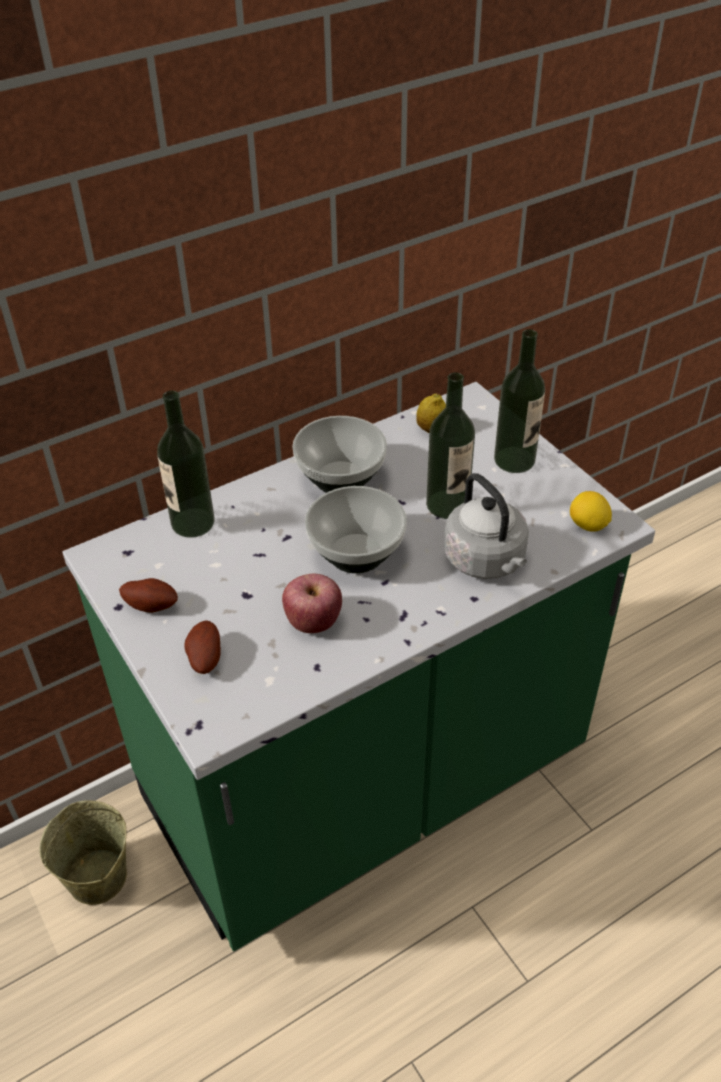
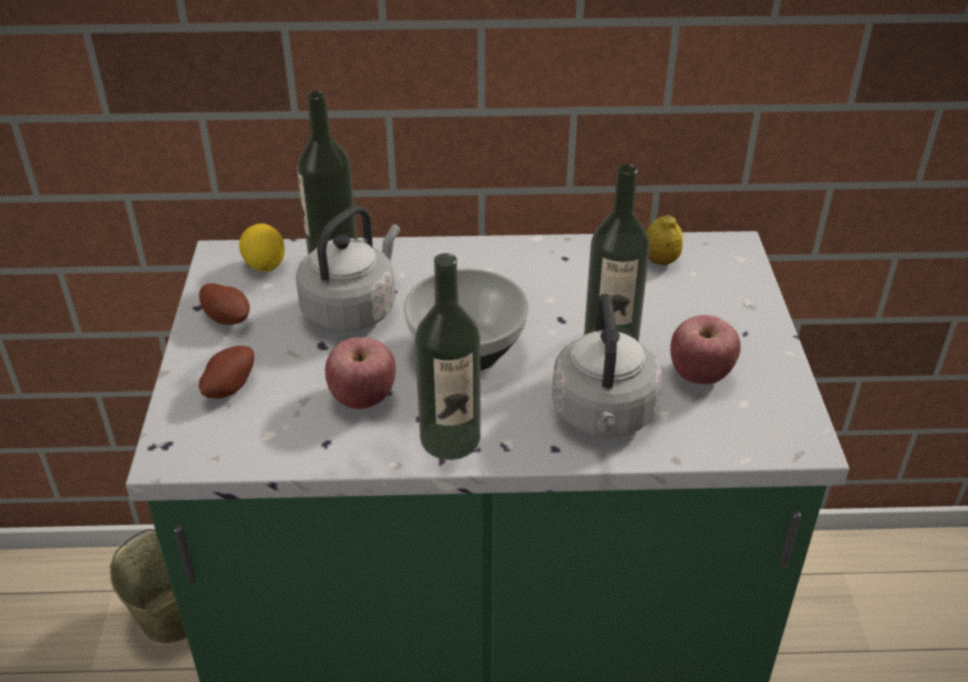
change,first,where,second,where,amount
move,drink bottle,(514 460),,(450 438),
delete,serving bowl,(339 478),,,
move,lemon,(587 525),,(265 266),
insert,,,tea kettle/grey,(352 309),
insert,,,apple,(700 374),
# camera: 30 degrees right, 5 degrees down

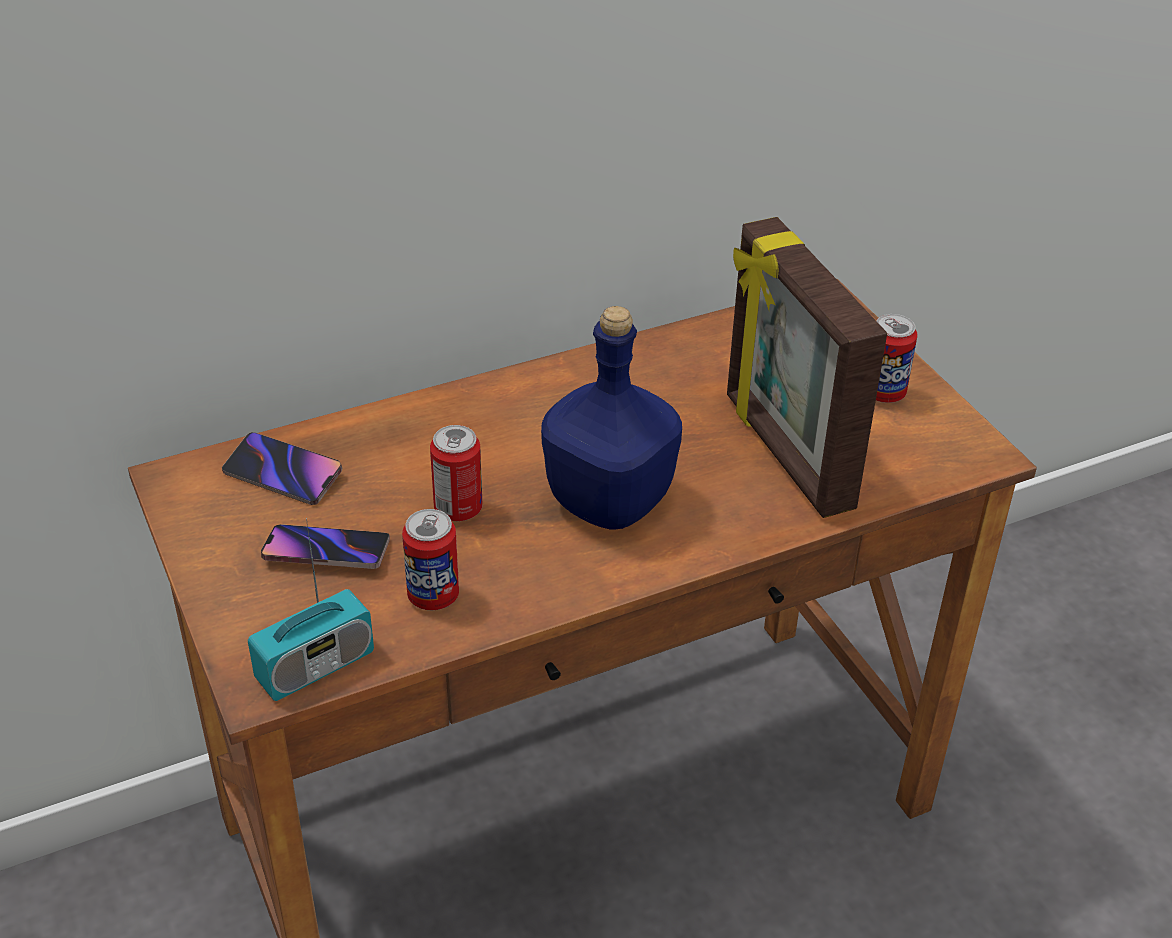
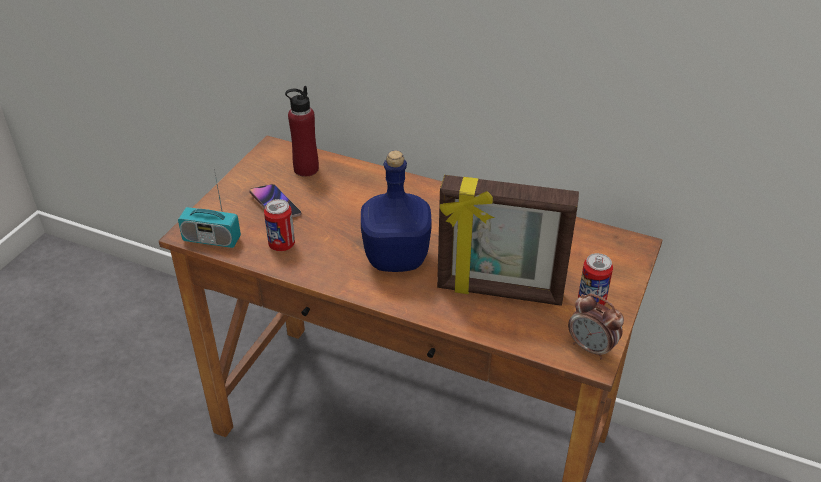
change,first,where,second,where,amount
rotate,photo frame,(785 453),,(499 292),105 degrees counterclockwise
delete,sealed can,(458 509),,,
replace,telephone,(283 473),drink bottle/reddish,(306 169),
insert,,,table clock,(591 348),
# camera: 50 degrees right, 0 degrees up

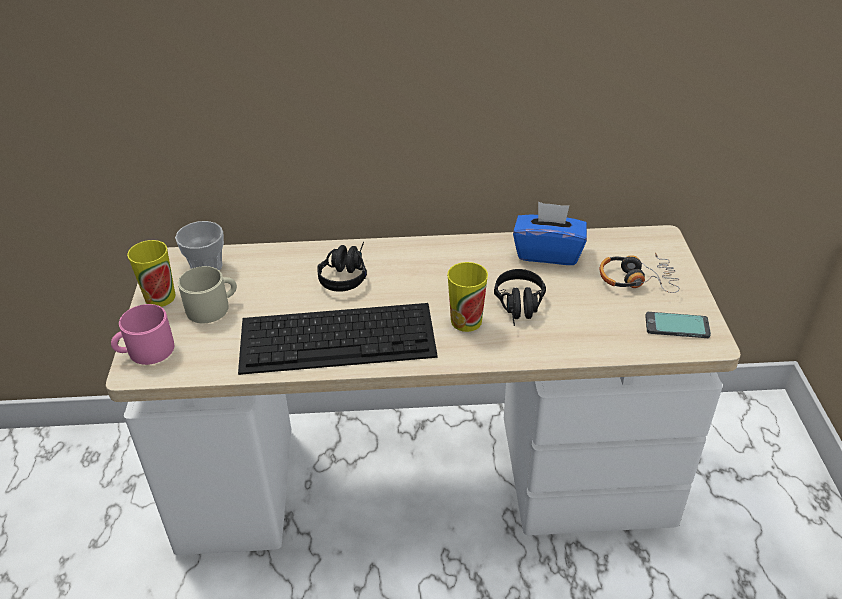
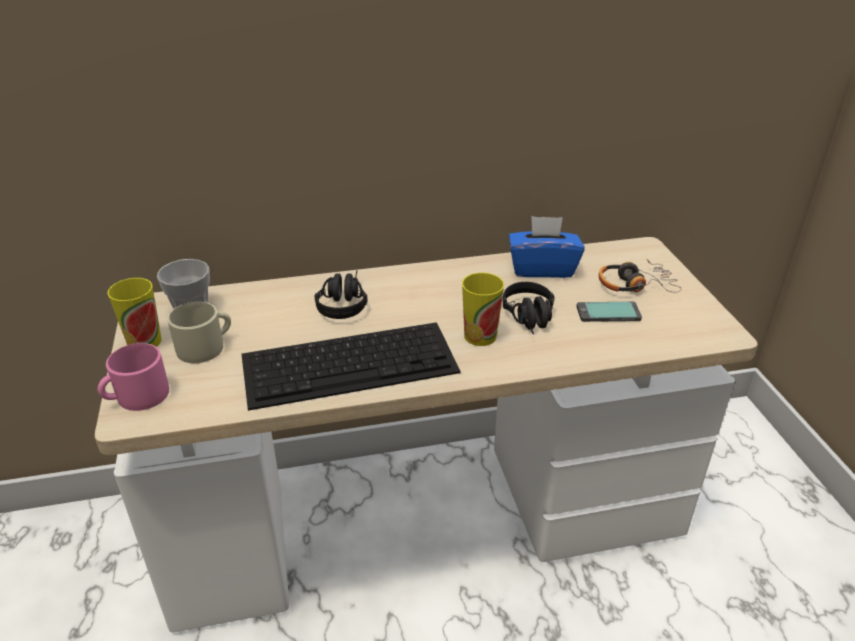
change,first,where,second,where,amount
move,telephone,(677 326),,(608 313),
# camera: 10 degrees left, 5 degrees down

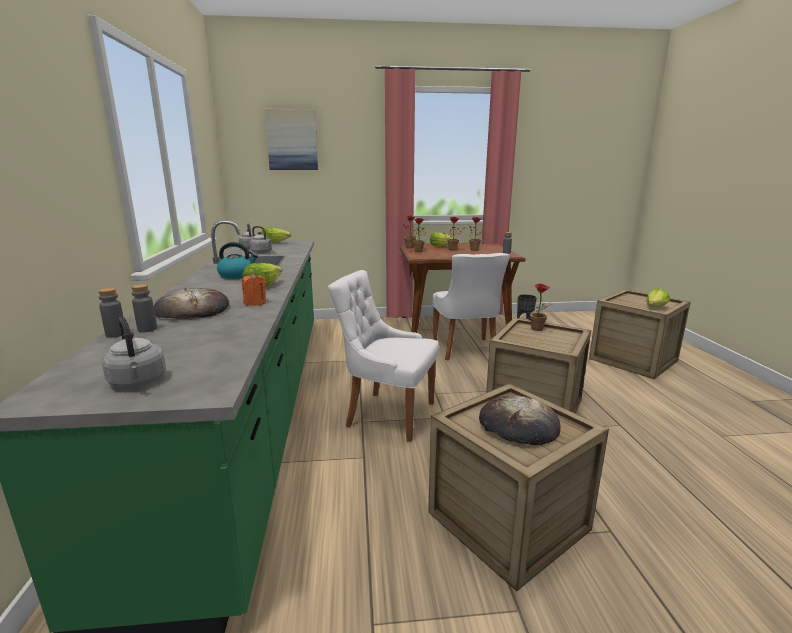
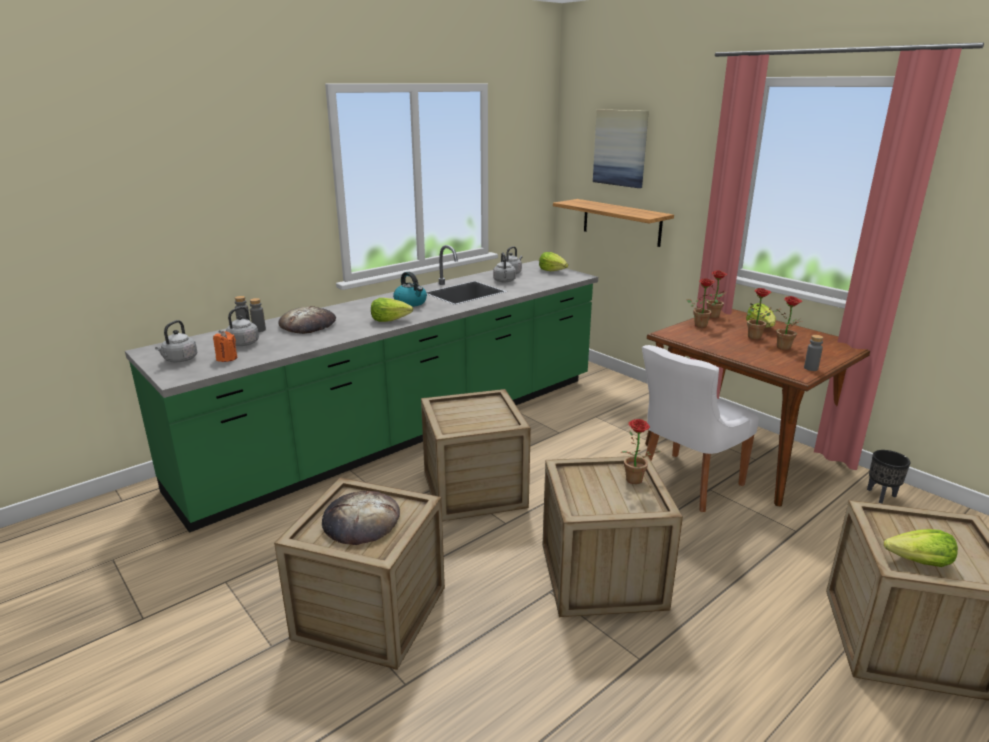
change,first,where,second,where,amount
replace,upright chair/white,(387 414),crate,(474 490),
move,wax light/orange,(255 303),,(227 358),
insert,,,shelf,(621 222),
insert,,,tea kettle/grey,(242 344),
# camera: 55 degrees right, 5 degrees up

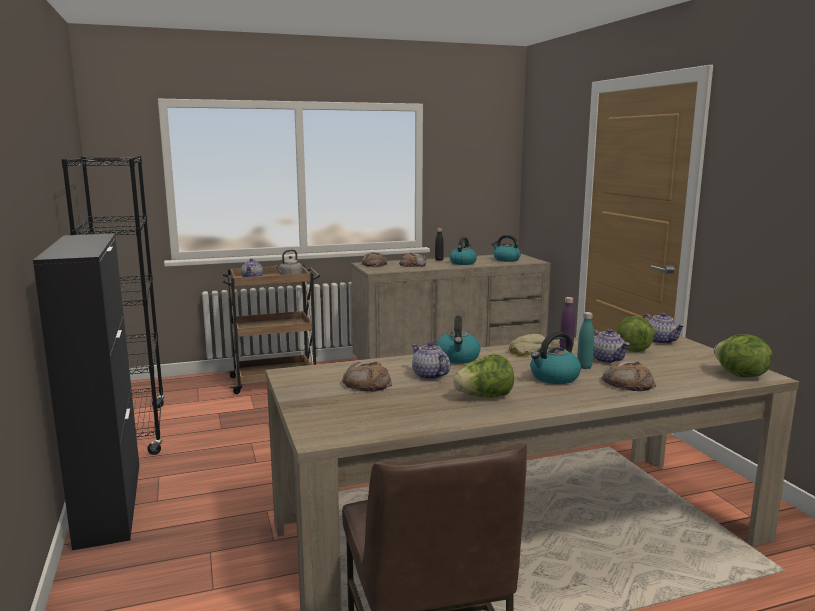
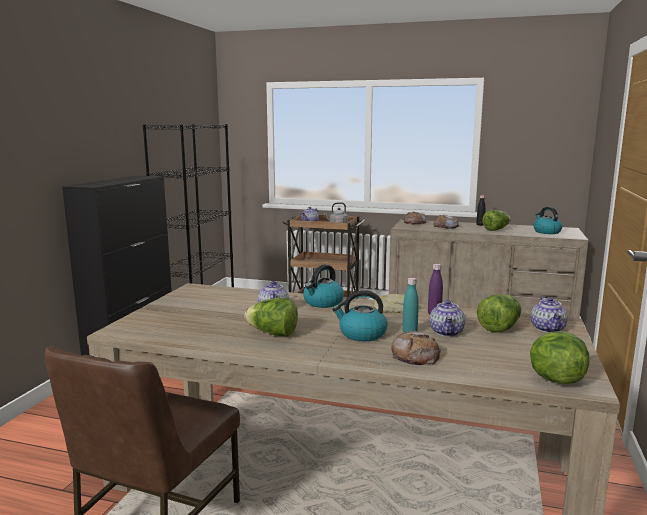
change,first,where,second,where,amount
replace,tea kettle,(463 263),head of lettuce,(496 229),
delete,baked bread,(367 384),,,
# camera: 35 degrees right, 0 degrees up

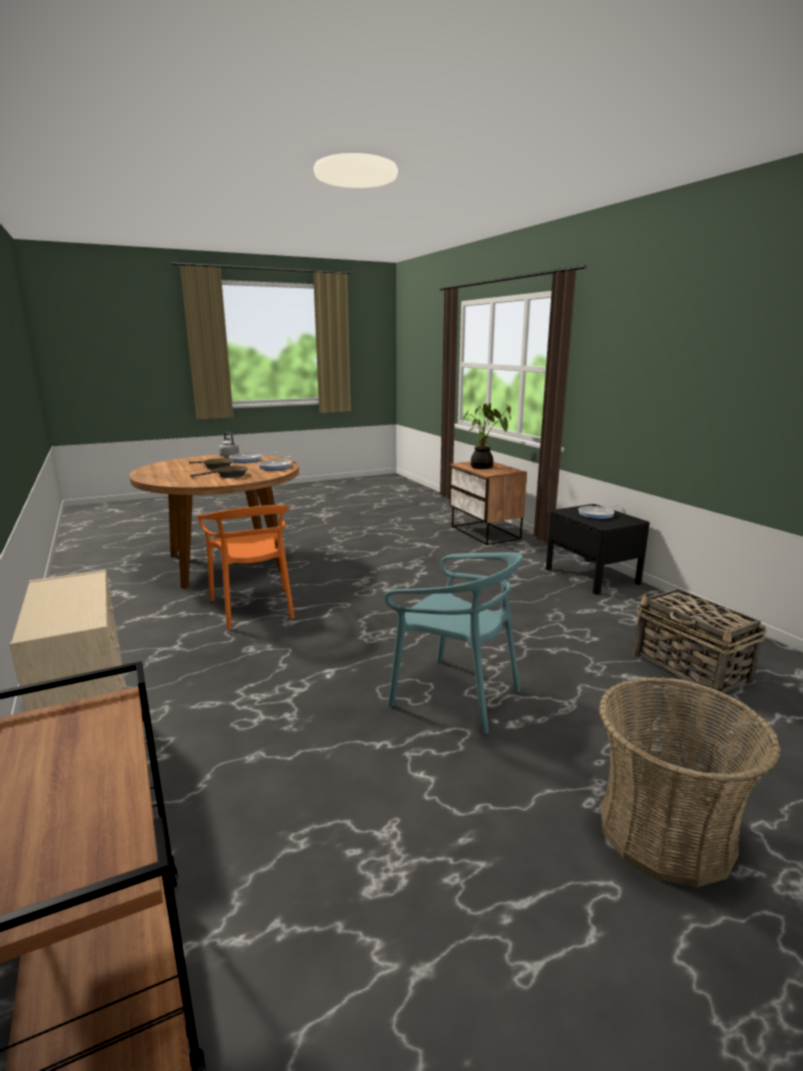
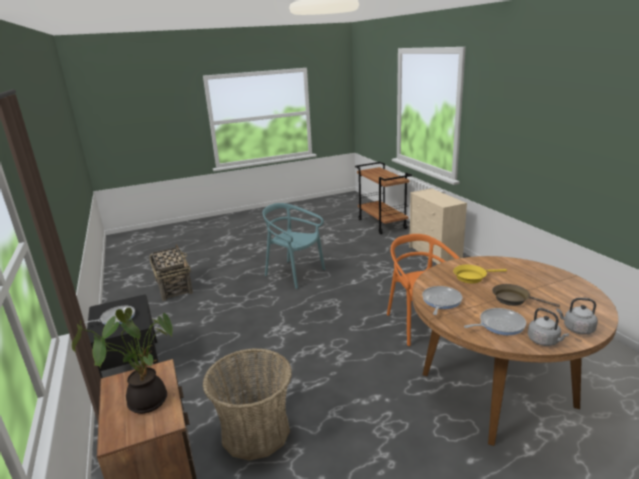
change,first,where,second,where,amount
recolor,frying pan/brown-coloured,(229 475),frying pan/yellowish,(472 277),
move,basket,(665 832),,(256 431),
insert,,,tea kettle/grey,(576 329),
# camera: 175 degrees left, 5 degrees up

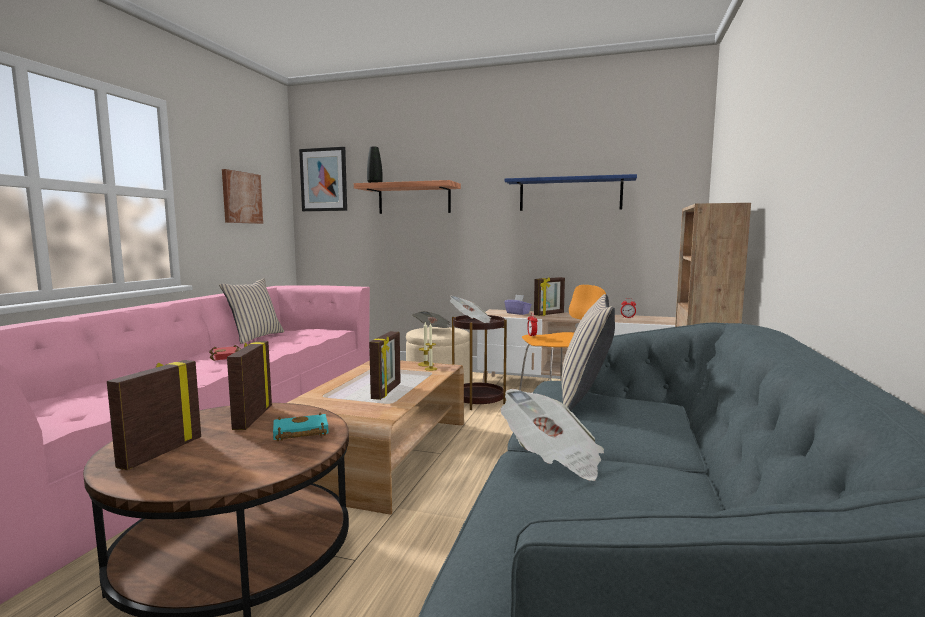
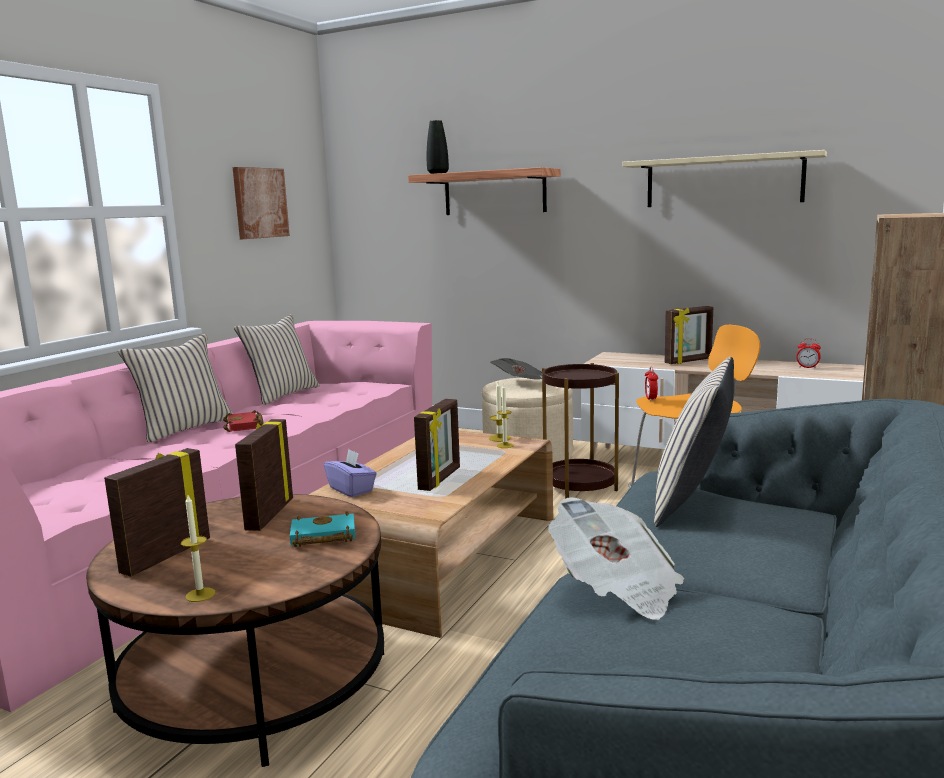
change,first,where,second,where,amount
delete,wall art,(324 179),,,
recolor,shelf/blue-coloured,(570 194),shelf/sand-coloured,(723 181),
move,tissue box/purple-coloured,(518 313),,(351 489),
delete,daily paper,(471 321),,,
insert,,,throw pillow/sand-coloured,(184 428),
insert,,,wax light,(200 595),
# camera: 10 degrees right, 5 degrees up

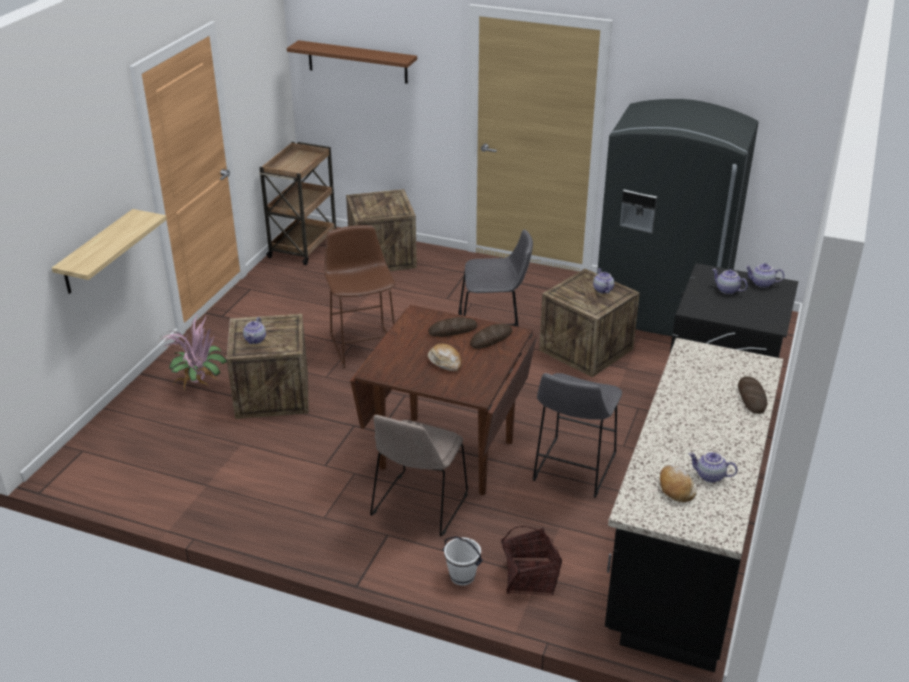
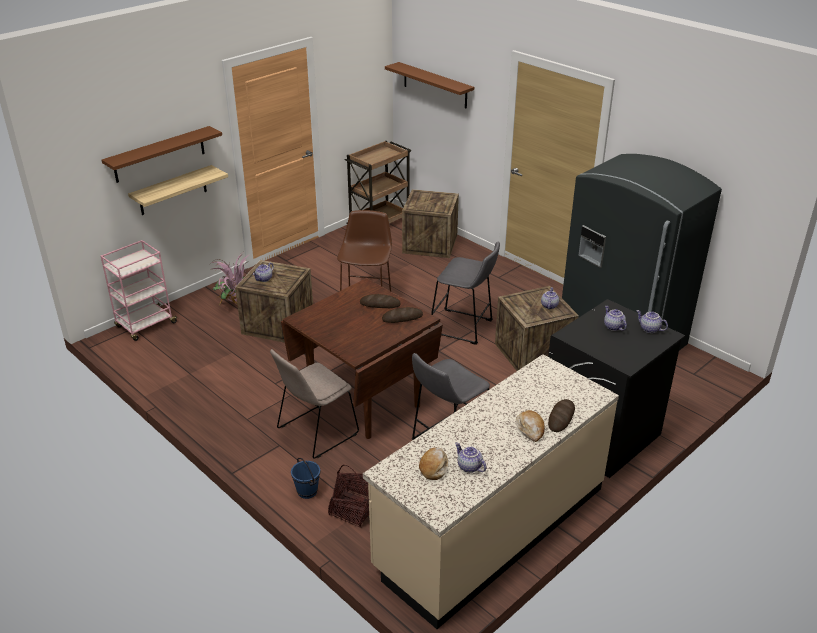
change,first,where,second,where,amount
recolor,counter/black-coloured,(685 547),counter/sand-coloured,(490 528),
move,baked bread,(445 362),,(530 429),
recolor,bucket/white,(462 577),bucket/blue-coloured,(307 492),
insert,,,shelf/brown-coloured,(159 154),
insert,,,wheeled cart/pink,(145 325),
# camera: 25 degrees right, 0 degrees up

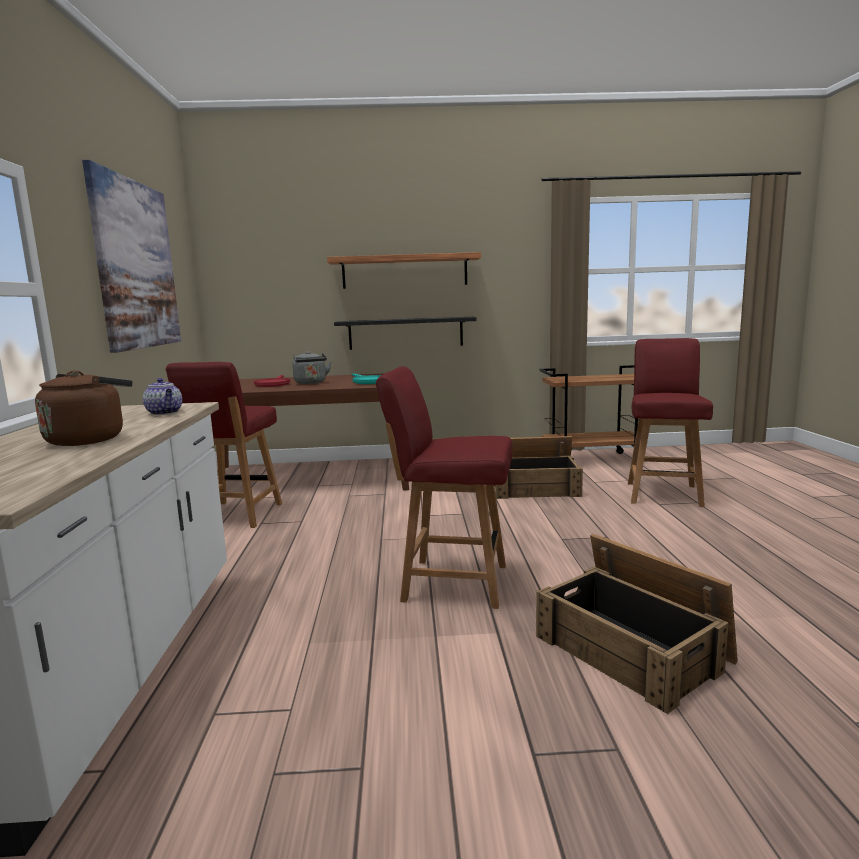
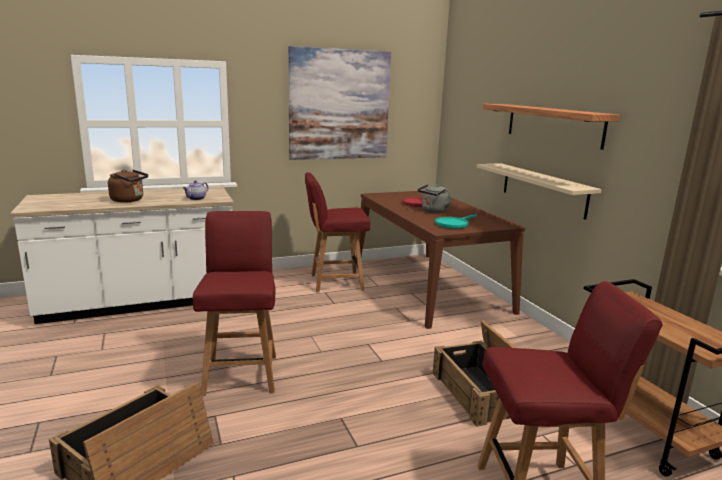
change,first,where,second,where,amount
recolor,shelf/black-coloured,(405 333),shelf/sand-coloured,(543 189),
# camera: 70 degrees right, 5 degrees up

